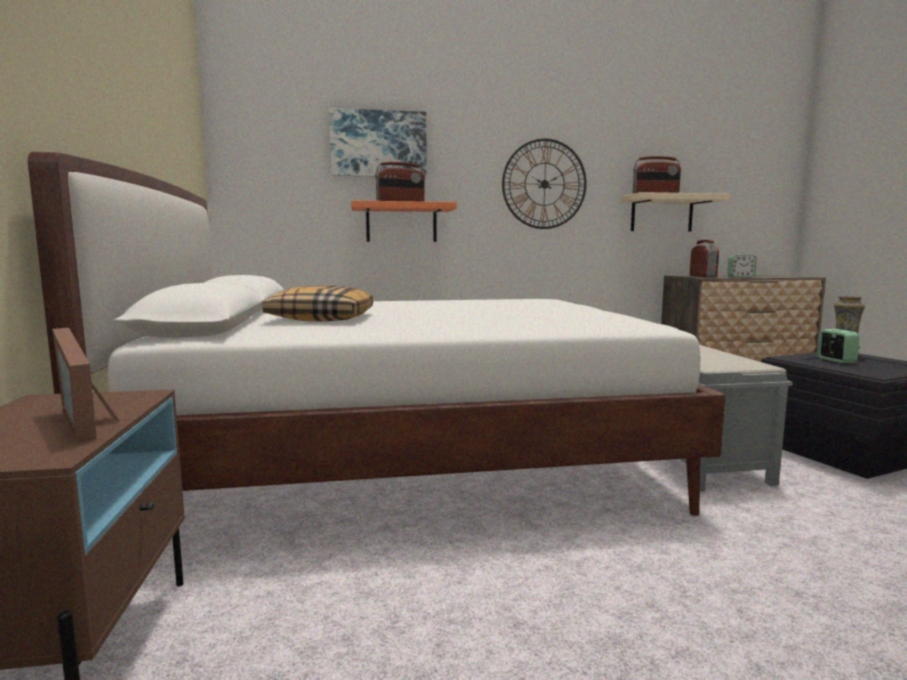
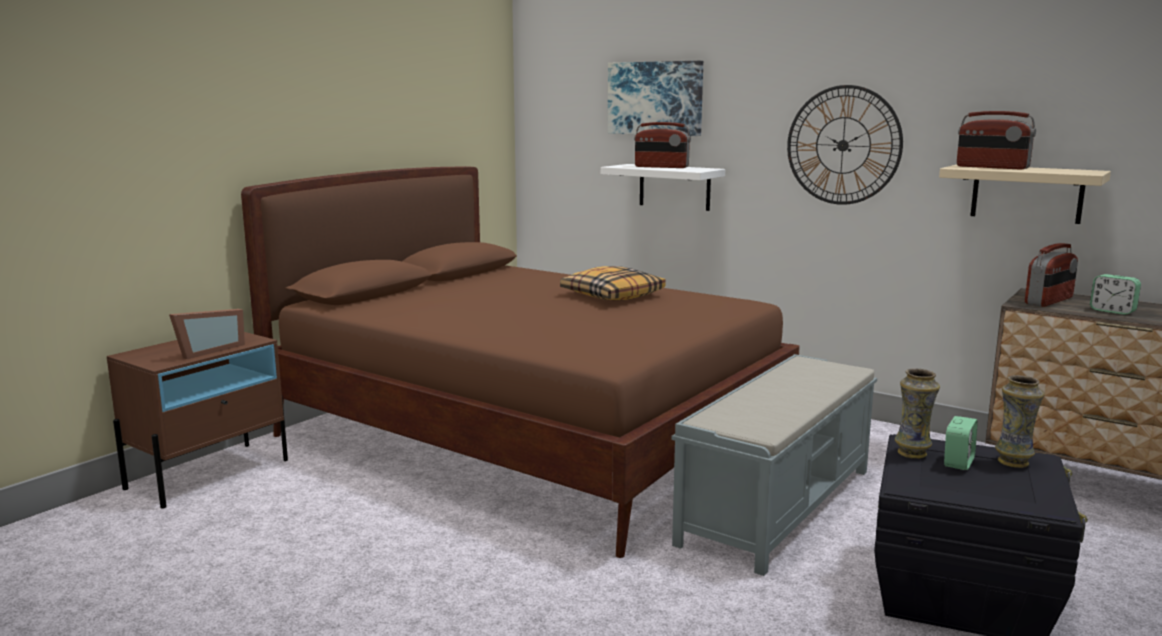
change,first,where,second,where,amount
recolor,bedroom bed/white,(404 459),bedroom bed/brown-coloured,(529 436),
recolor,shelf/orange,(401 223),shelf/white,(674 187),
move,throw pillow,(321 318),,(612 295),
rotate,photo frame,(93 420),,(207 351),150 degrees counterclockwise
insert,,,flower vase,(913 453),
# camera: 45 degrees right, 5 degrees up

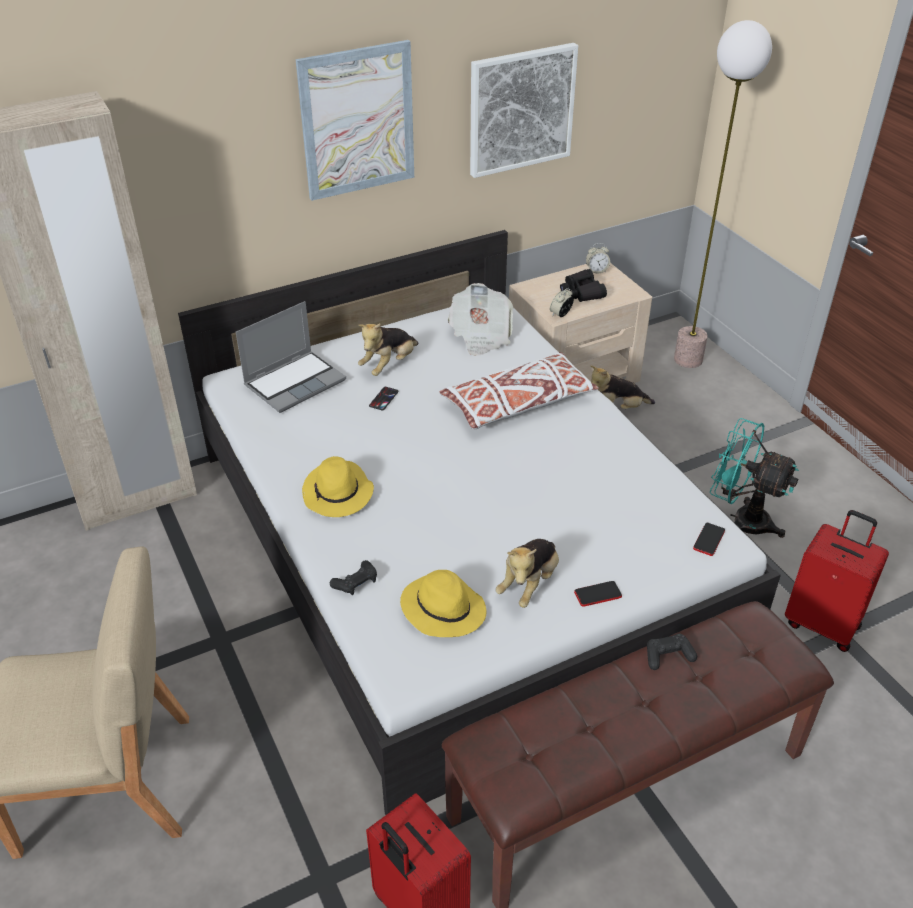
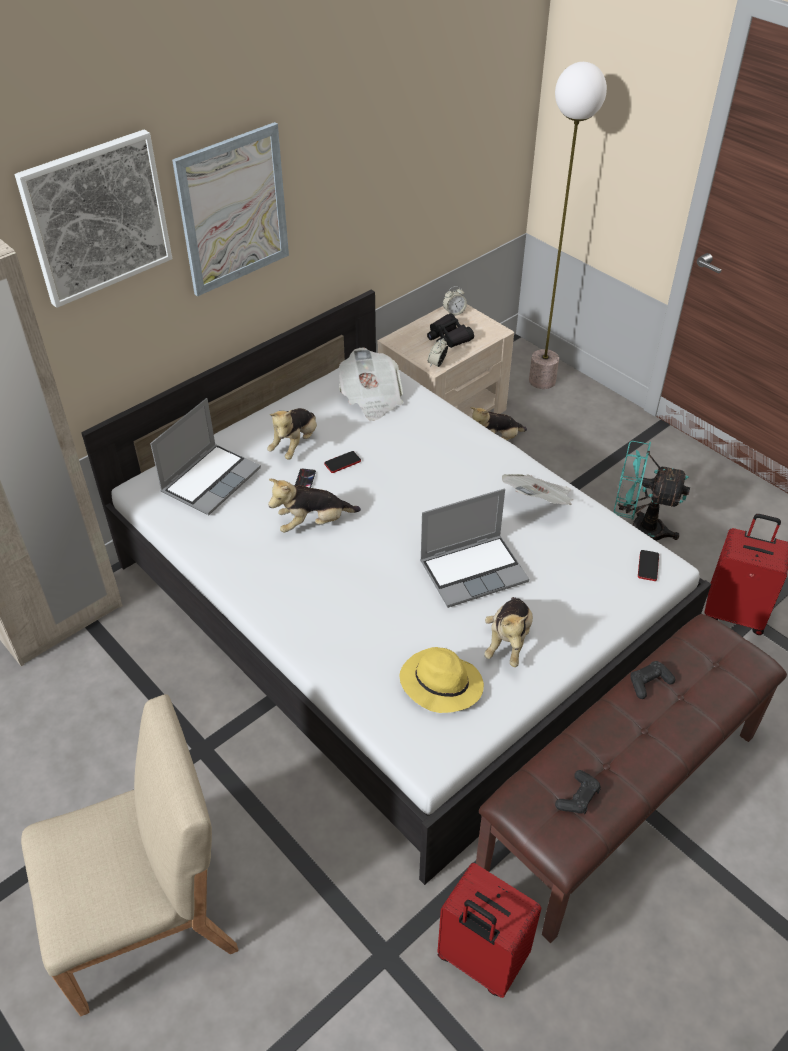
change,first,where,second,where,amount
move,wall art,(521 109),,(97 218),
delete,throw pillow/white,(518 404),,,
delete,wearable hat/yellowish,(338 494),,,
move,gamepad/black-coloured,(355 583),,(578 797),
move,telephone,(597 594),,(342 462),
insert,,,daily paper,(538 503),
insert,,,soft toy,(313 523),
insert,,,notebook computer,(474 570),
# camera: 15 degrees left, 5 degrees up

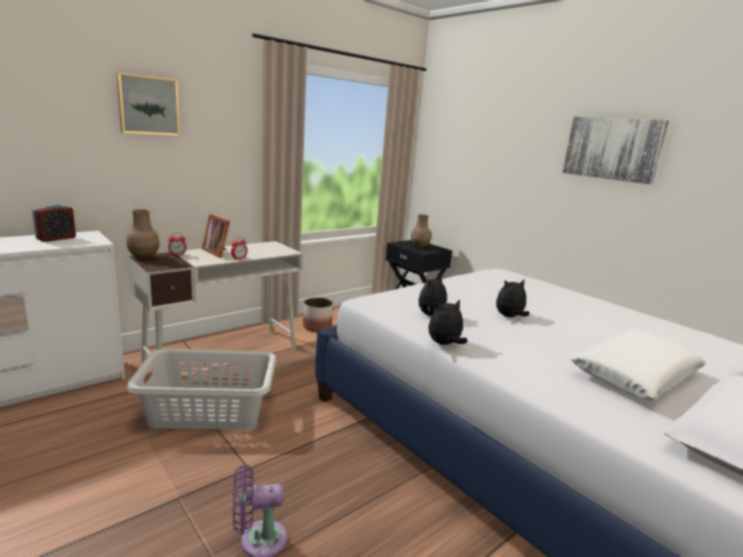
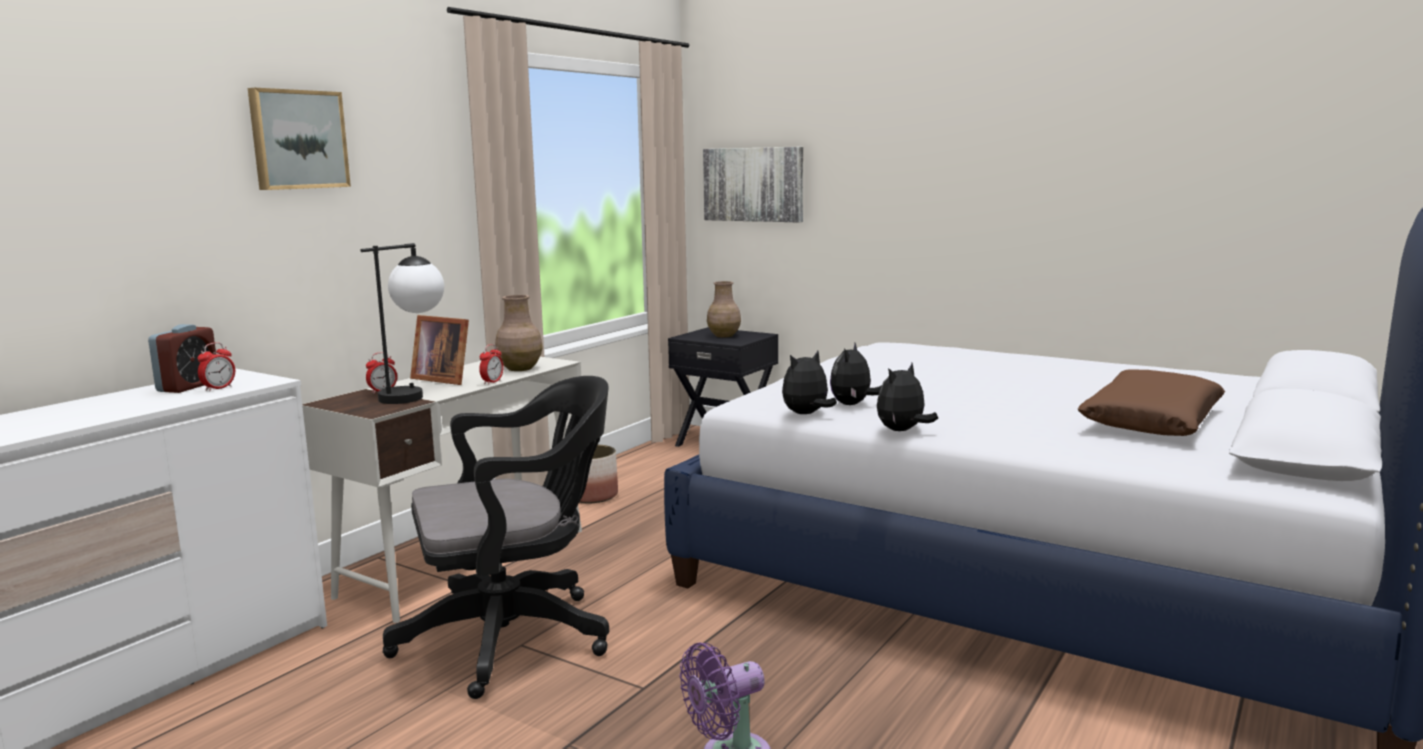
change,first,where,second,where,amount
move,wall art,(612 149),,(753 184),
move,flower vase/brown-coloured,(143 257),,(519 368),
move,soft toy,(509 317),,(807 414),
recolor,throw pillow/white,(634 375),throw pillow/brown-coloured,(1151 421),
replace,washing basket/grey,(208 411),computer chair/black-coloured,(515 637),
insert,,,lamp for a table,(415 395),
insert,,,table clock,(218 388),
# camera: 15 degrees left, 5 degrees down

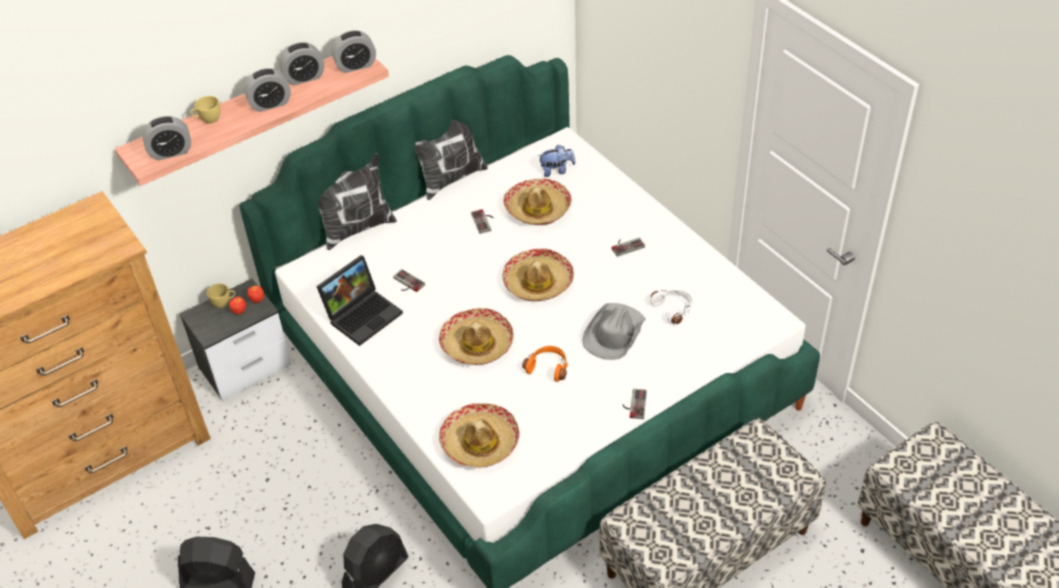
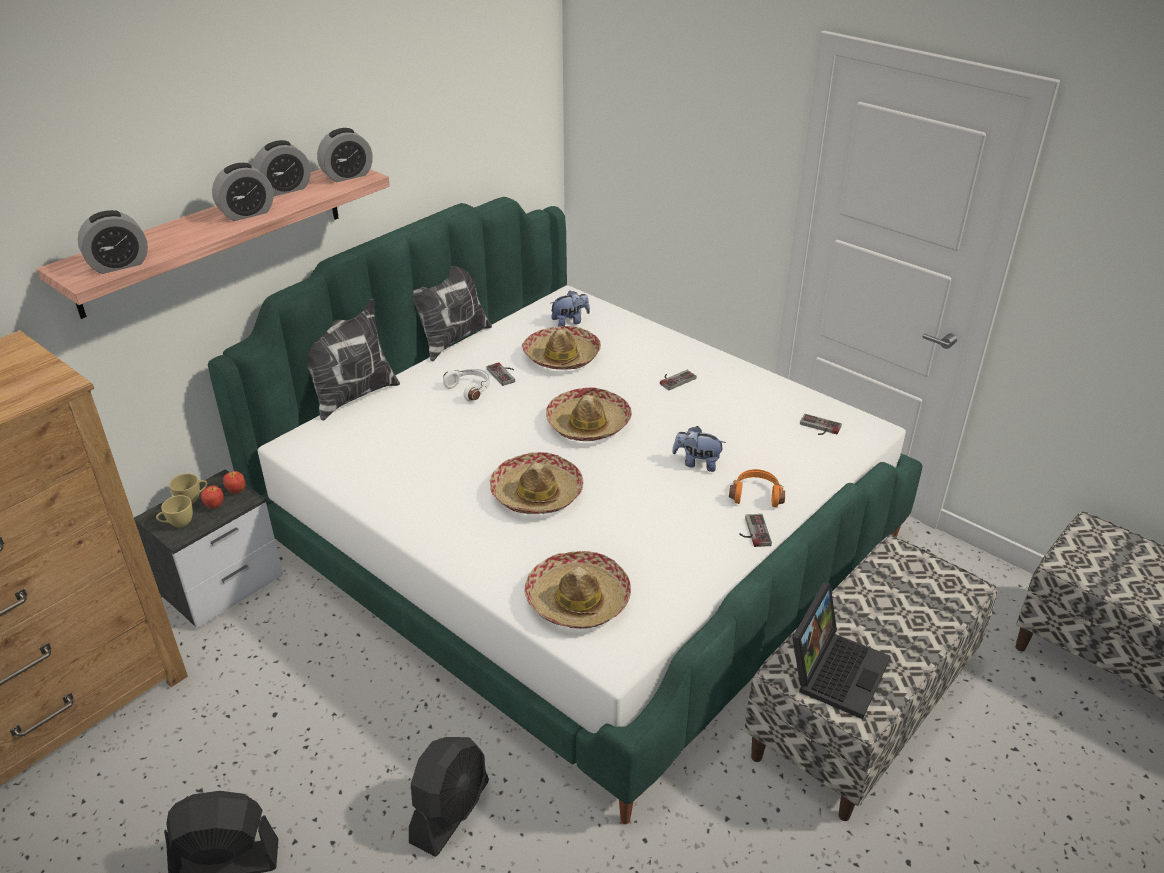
change,first,where,second,where,amount
move,cup/yellowish,(208 120),,(178 523),
move,notebook computer,(363 314),,(835 669),
move,gamepad,(406 283),,(819 428),
move,headphones/white,(673 309),,(470 389),
replace,wearable hat/grey,(613 333),soft toy,(697 463),
move,headphones/orange,(548 367),,(756 494),
# camera: 15 degrees left, 10 degrees down

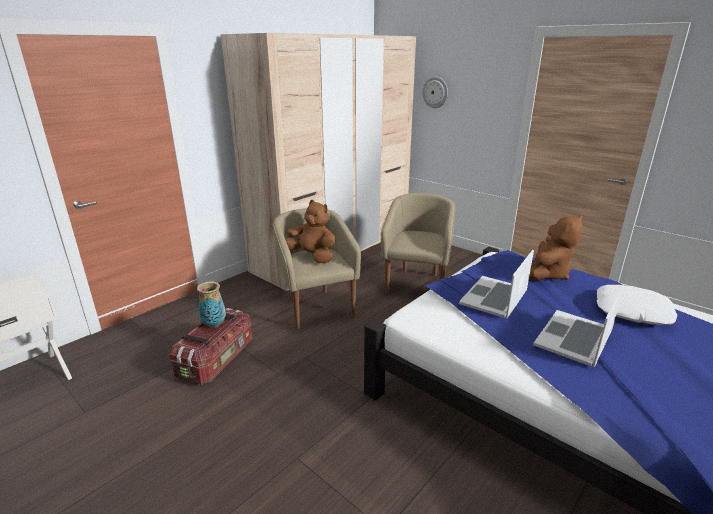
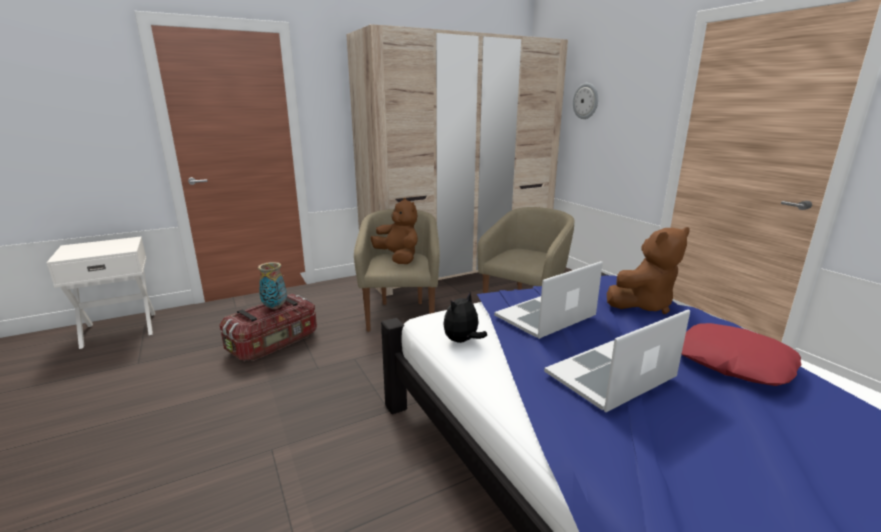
change,first,where,second,where,amount
recolor,throw pillow/white,(632 311),throw pillow/reddish,(733 363),
insert,,,soft toy,(462 341),
# camera: 20 degrees right, 5 degrees down

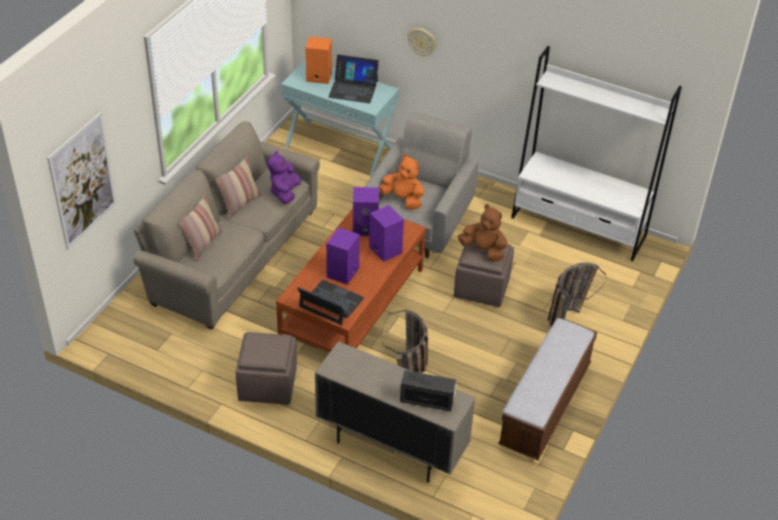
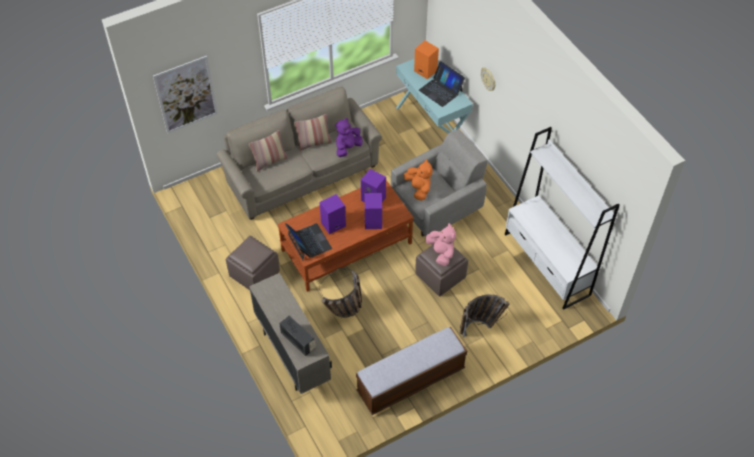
change,first,where,second,where,amount
recolor,soft toy/brown-coloured,(483 250),soft toy/pink,(441 253),
# camera: 35 degrees right, 10 degrees up

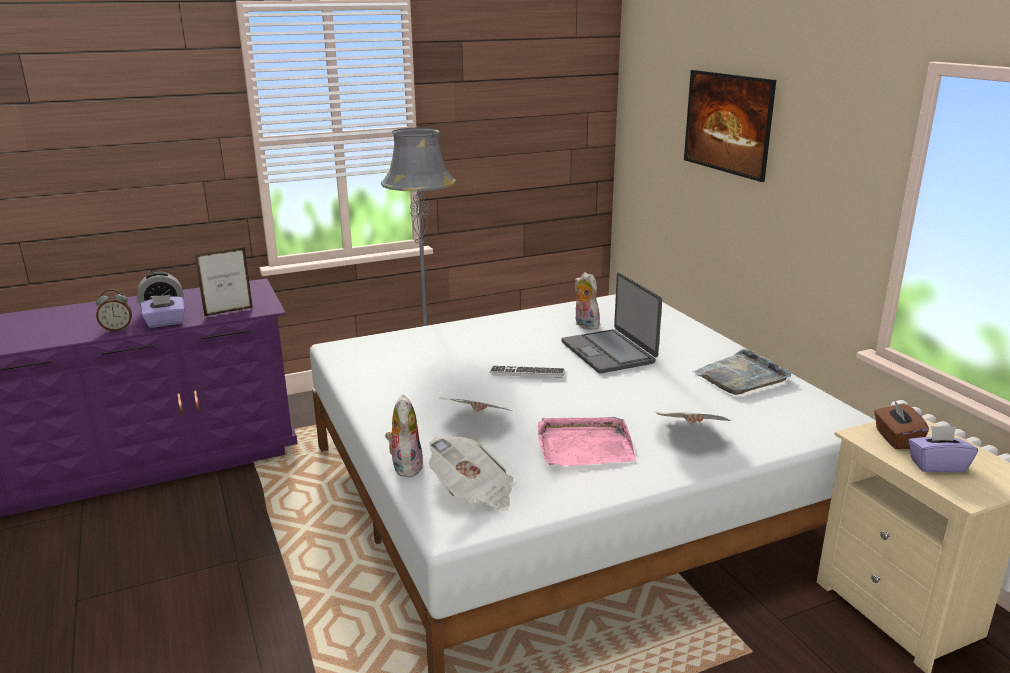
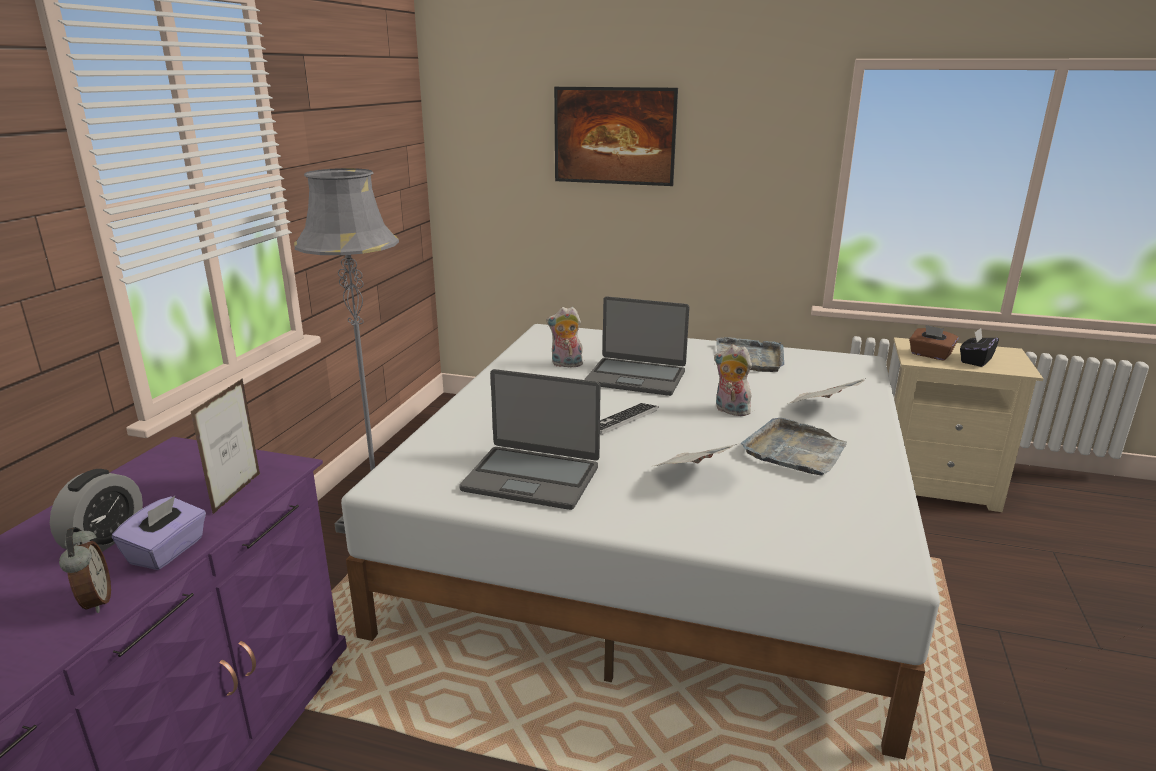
change,first,where,second,where,amount
rotate,table clock,(117 329),,(94 602),45 degrees counterclockwise
move,soft toy,(405 466),,(730 411),
recolor,tray/pink,(584 445),tray/grey,(795 451),
recolor,tissue box/purple-coloured,(937 465),tissue box/black-coloured,(975 360),
delete,daily paper,(473 493),,,
insert,,,notebook computer,(532 478),
# camera: 50 degrees left, 0 degrees up

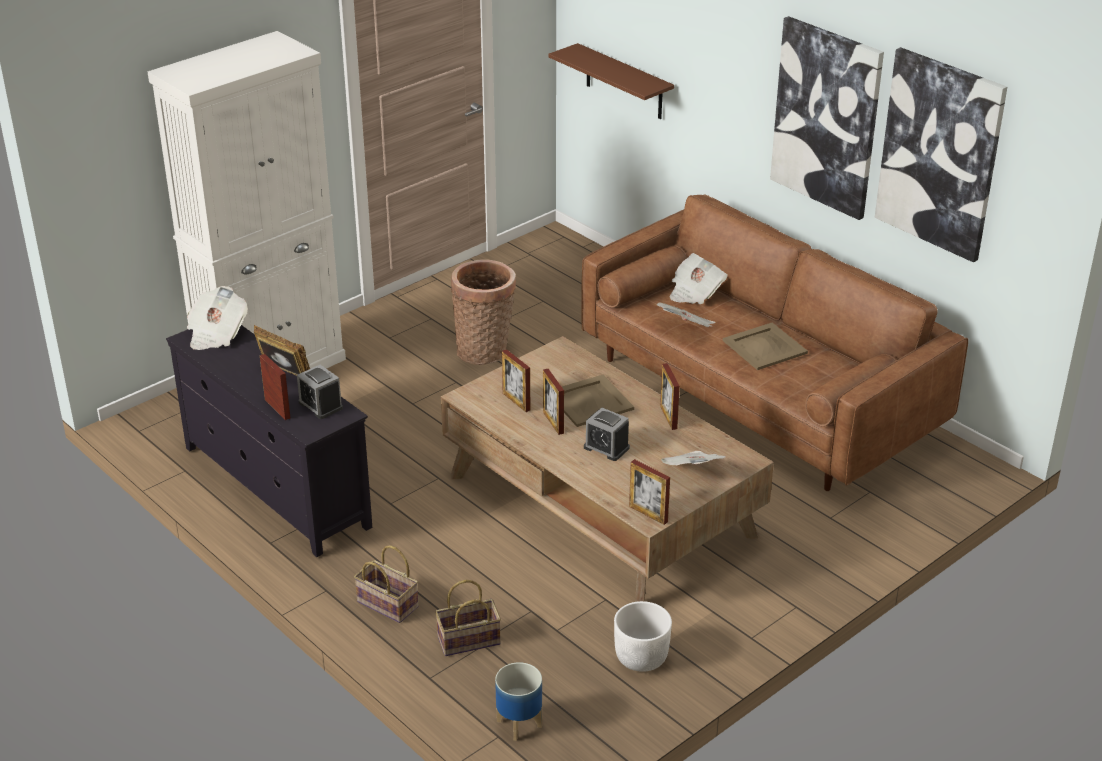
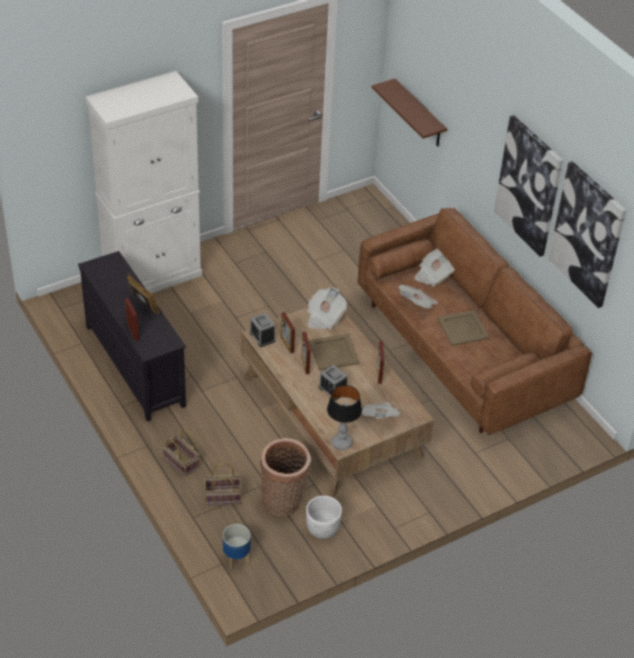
change,first,where,second,where,amount
move,basket,(485 351),,(284 501),
move,daily paper,(216 334),,(324 317),
move,table clock,(320 405),,(262 337),
replace,photo frame,(648 514),lamp for a table,(342 443),
# camera: 10 degrees right, 10 degrees up

